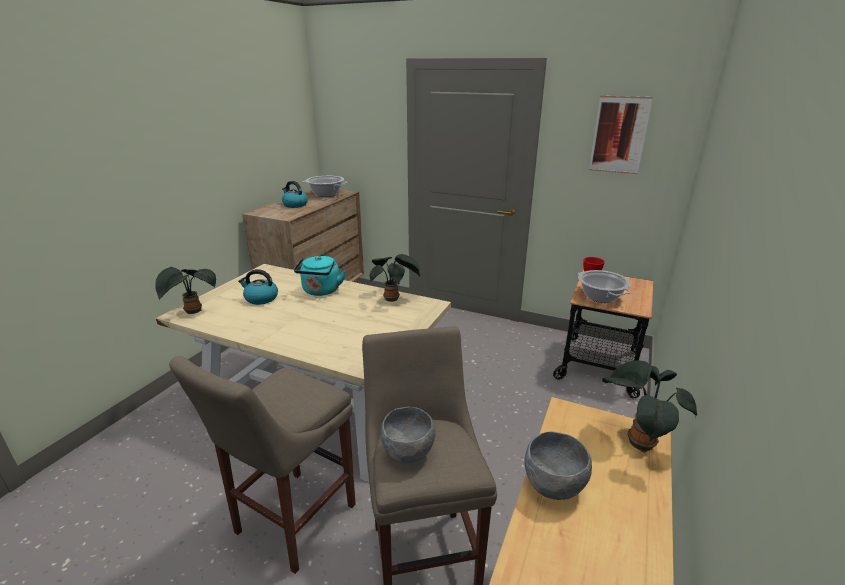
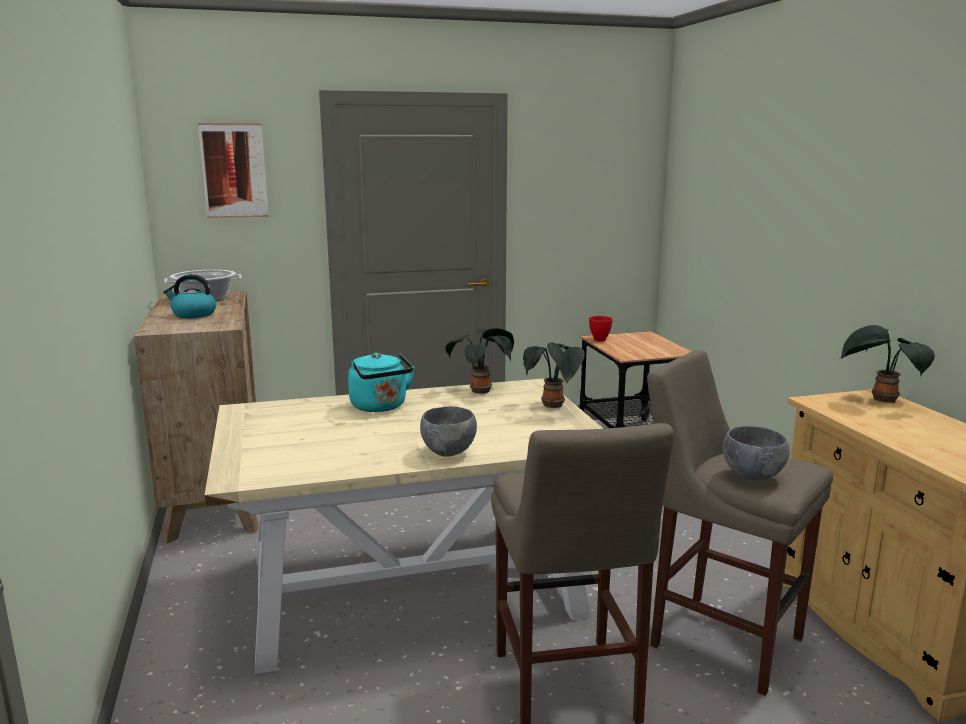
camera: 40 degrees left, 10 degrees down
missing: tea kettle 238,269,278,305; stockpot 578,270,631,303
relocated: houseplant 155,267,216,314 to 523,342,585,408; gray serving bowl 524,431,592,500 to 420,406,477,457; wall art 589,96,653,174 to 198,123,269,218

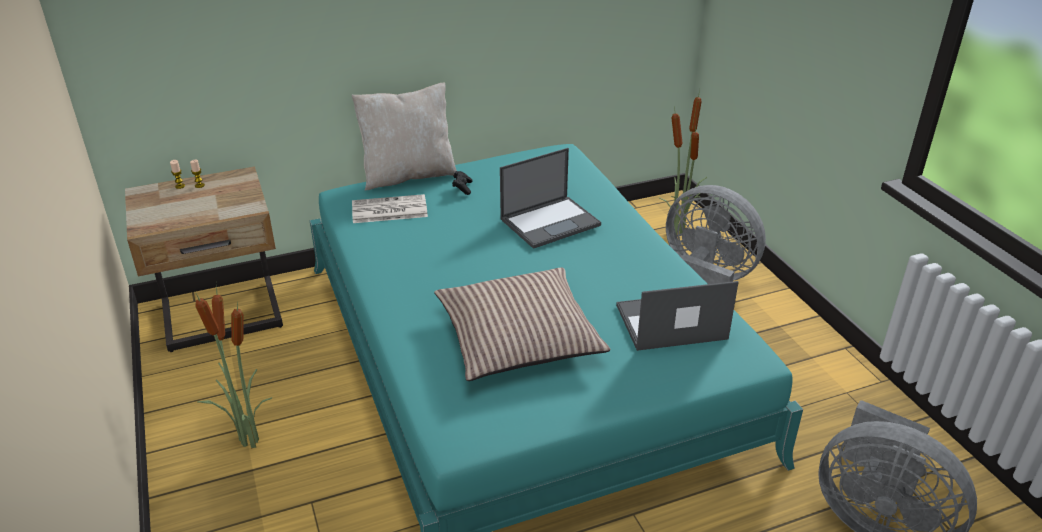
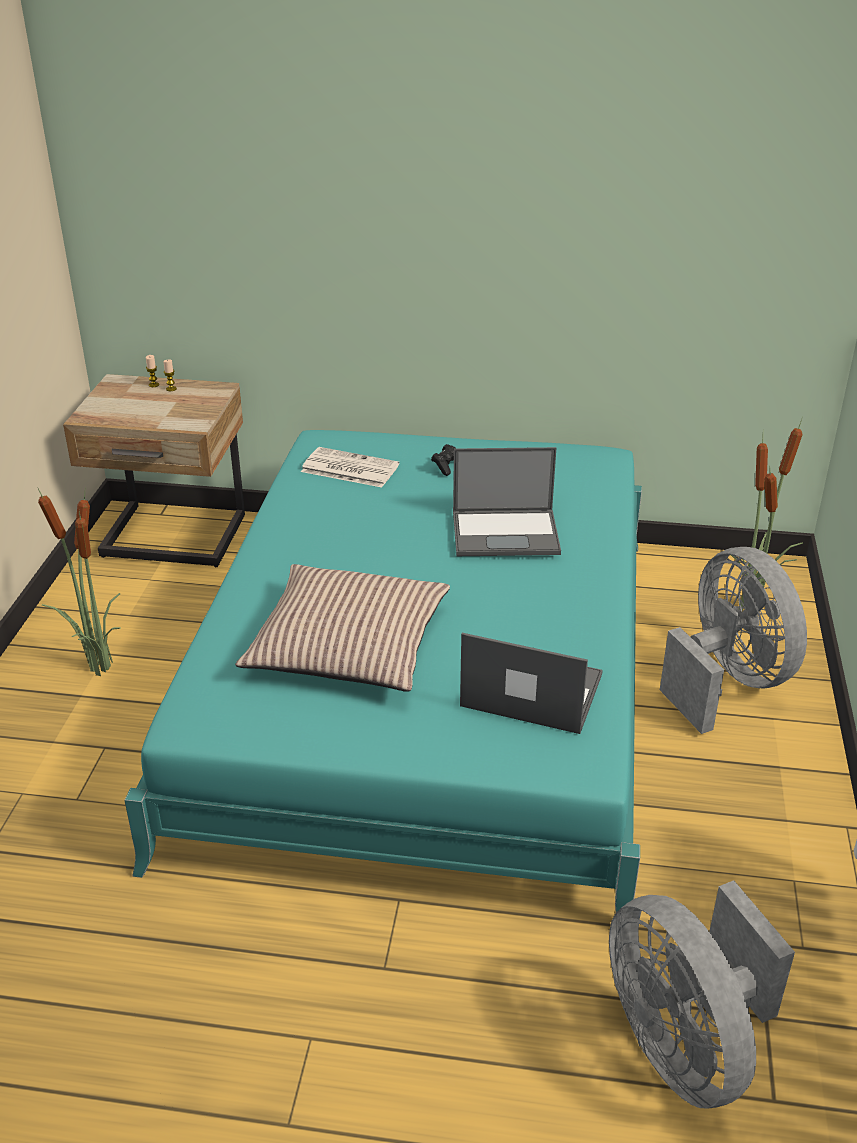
camera: 30 degrees right, 0 degrees up
missing: sand-coloured throw pillow 352,83,457,191

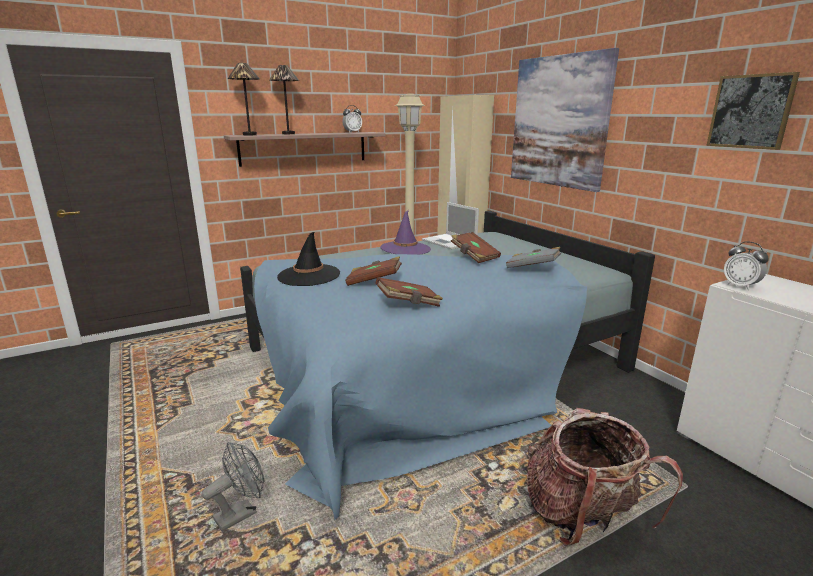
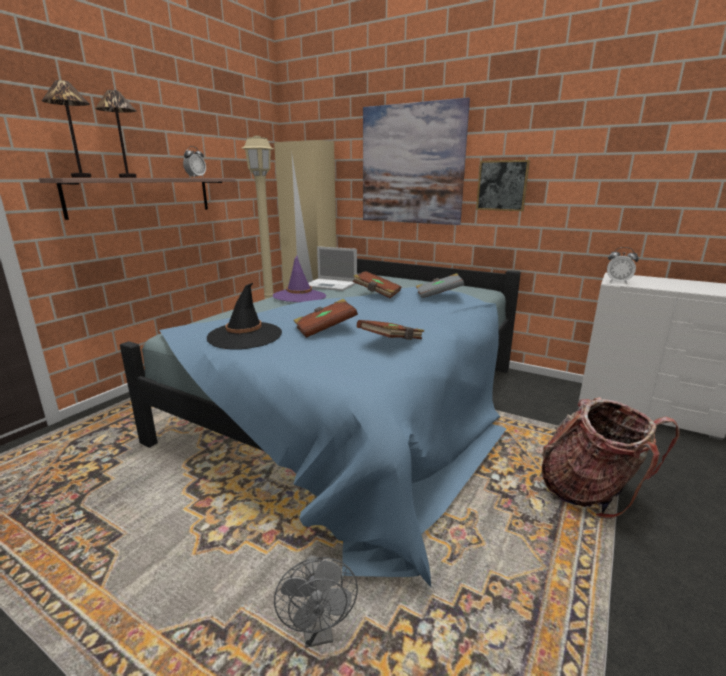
camera: 30 degrees left, 0 degrees up
relocated: wall art 706,72,800,150 to 476,160,530,211
spun: gray electric fan 202,442,264,532 = 274,555,358,648 150 degrees clockwise

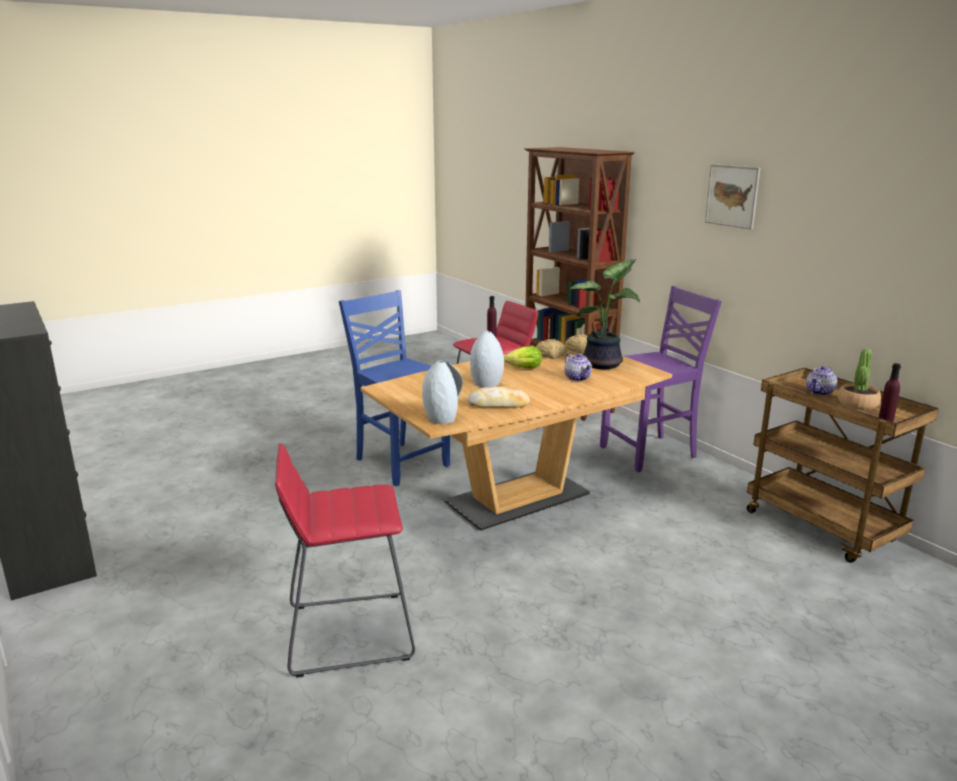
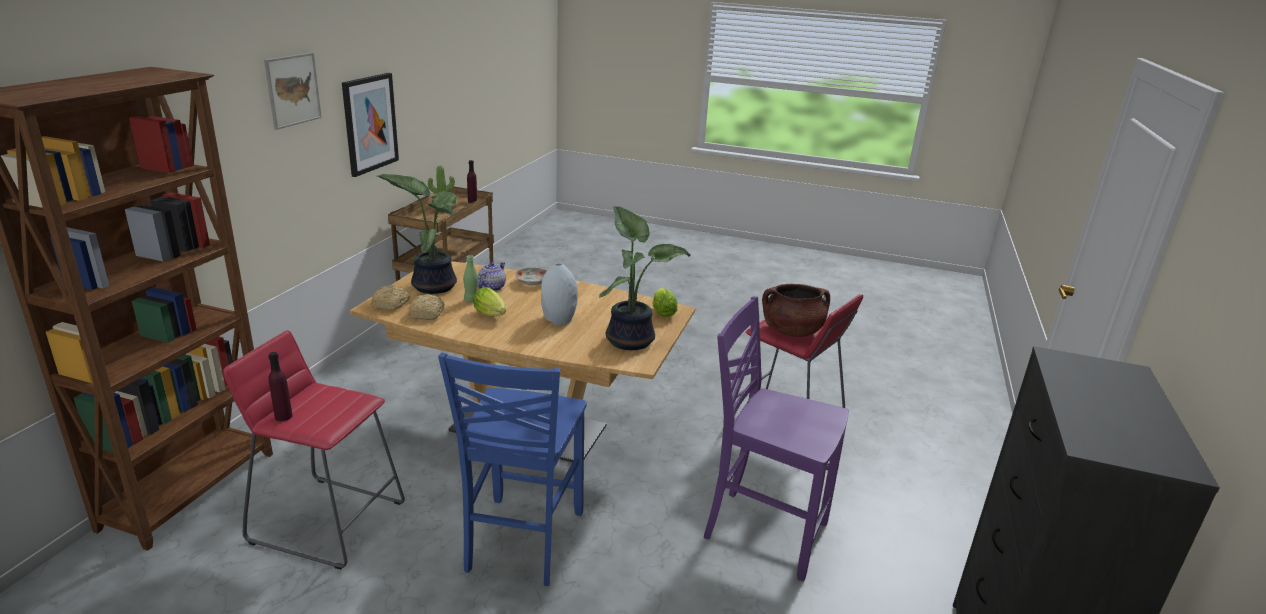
camera: 130 degrees left, 5 degrees up
missing: baked bread 467,386,530,408; teapot 806,366,837,396
appeared: wall art 342,73,399,177; green-coloured beverage bottle 463,255,478,302; plate 515,268,547,286; houseplant 599,207,691,350; brown-coloured stockpot 762,284,830,337
relocated: purple-coloured upright chair 600,286,722,472 to 704,296,849,581
exchanged: gray flower vase 422,360,463,424 to lettuce head 653,288,677,317

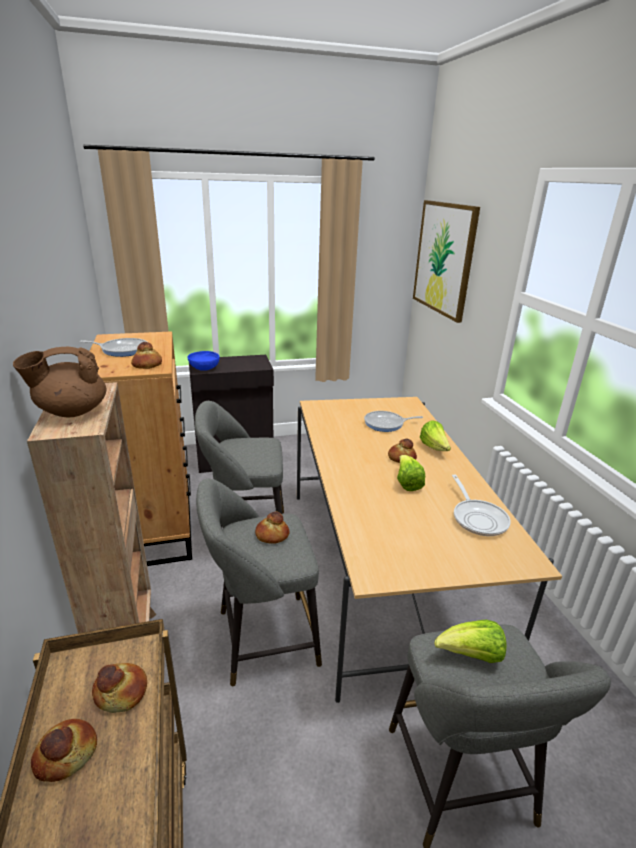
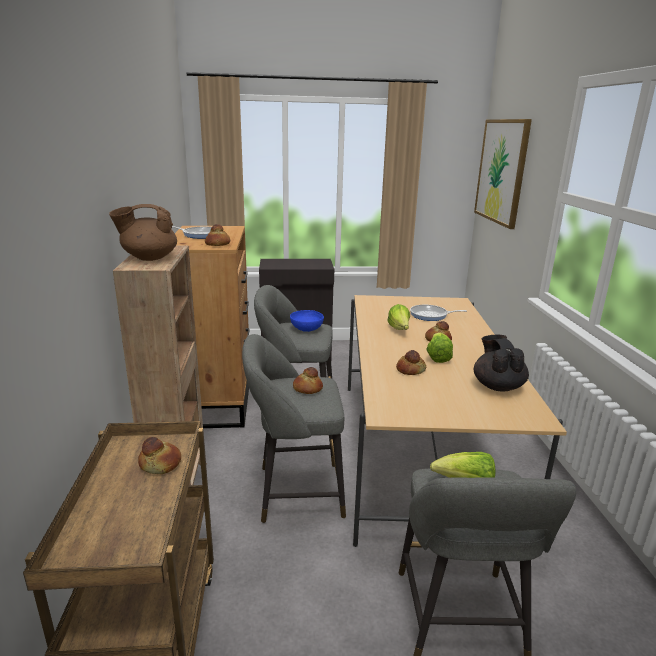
camera: 10 degrees right, 5 degrees down
relocated: baked bread 31,719,97,782 to 396,350,426,375; blue-coloured serving bowl 187,351,220,371 to 290,310,324,332; lettuce head 420,420,451,451 to 388,304,410,330
exchanged: skillet 452,474,511,536 to black-coloured teapot 474,335,529,391

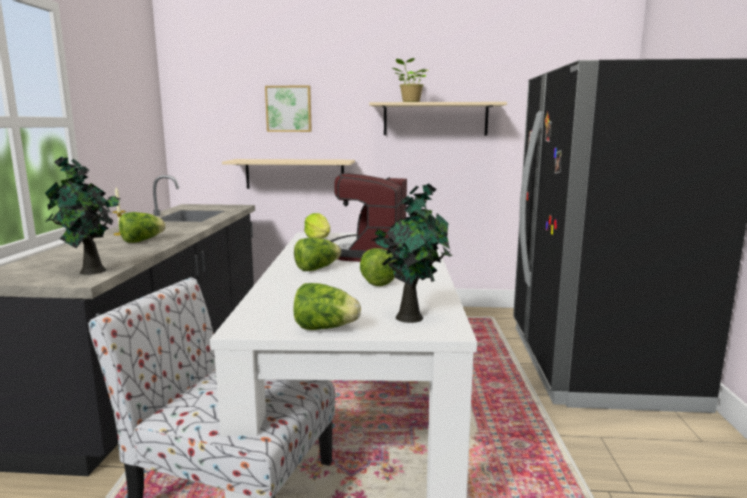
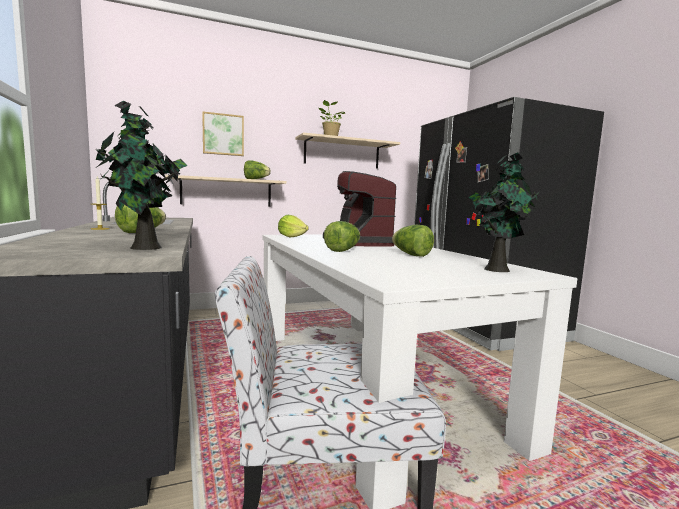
camera: 25 degrees left, 5 degrees down
relocated: lettuce head 293,283,361,330 to 244,160,271,179

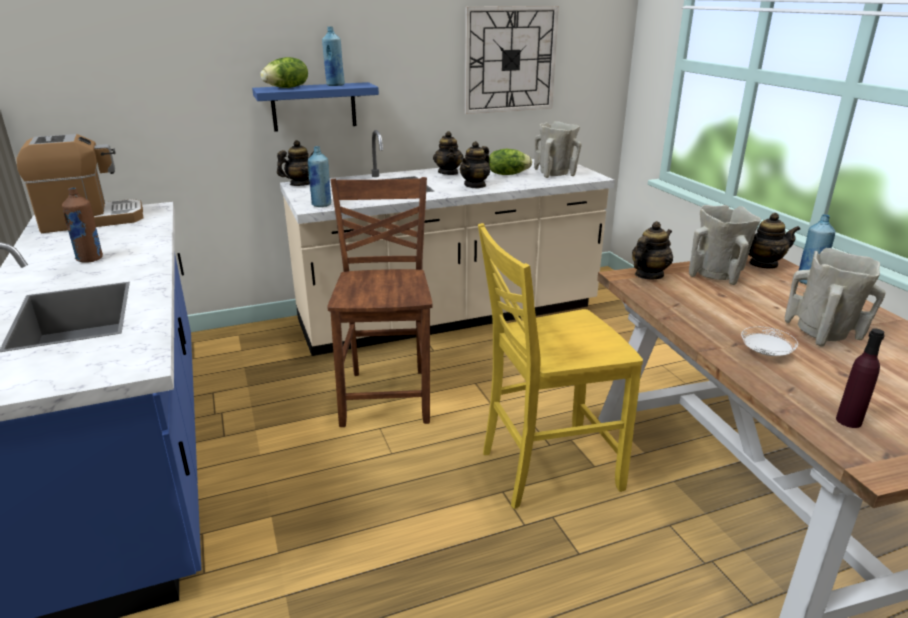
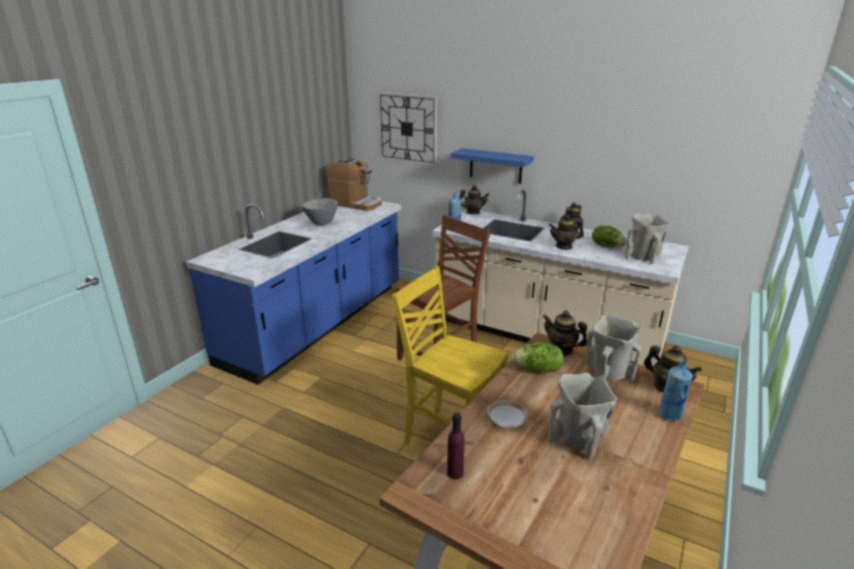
camera: 50 degrees right, 0 degrees up
missing: blue-coloured beverage bottle 322,27,345,86
relocated: lettuce head 260,57,308,88 to 512,343,563,372; hanging clock 465,6,559,114 to 377,92,437,166
exchanged: brown-coloured beverage bottle 62,187,103,263 to gray serving bowl 301,198,338,225
spun: teapot 632,221,673,280 = 542,310,587,356 150 degrees counterclockwise

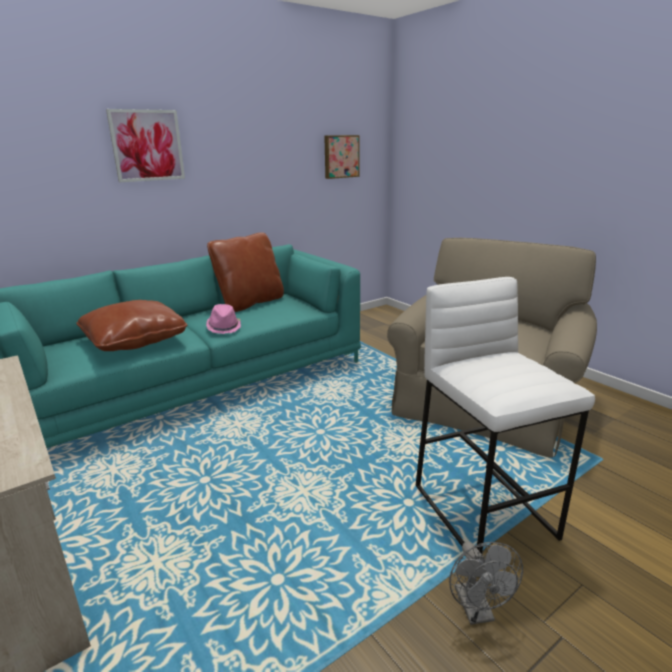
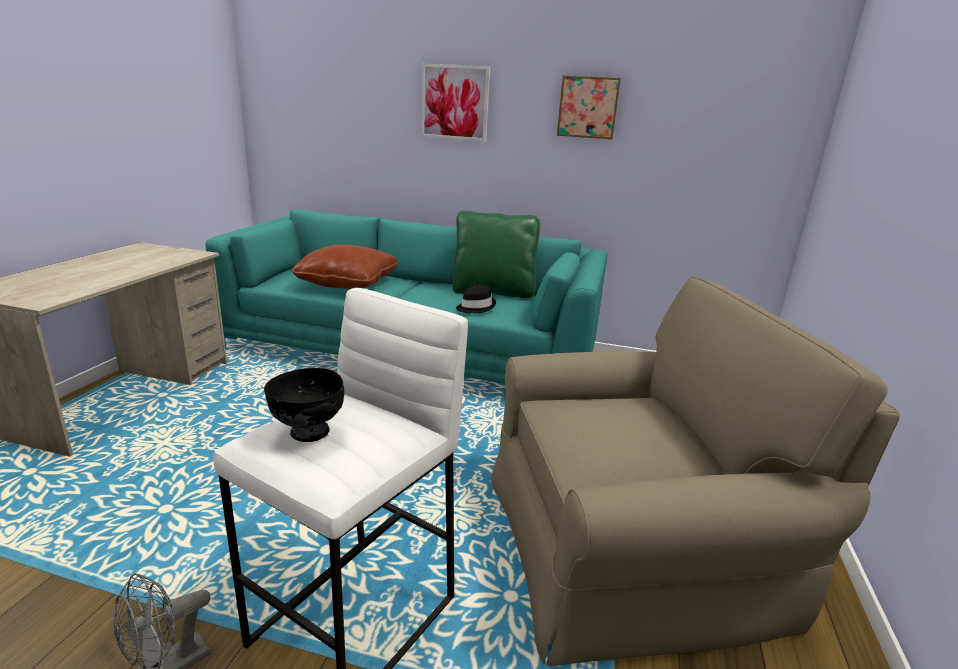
camera: 50 degrees right, 0 degrees up
missing: pink clothing hat 206,304,241,334
appeared: black-coloured serving bowl 264,368,344,442; black-coloured clothing hat 456,285,496,314
relocated: wall art 324,135,360,179 to 557,75,621,139
colour: brown-coloured throw pillow 207,232,284,312 to green-coloured throw pillow 452,210,540,298

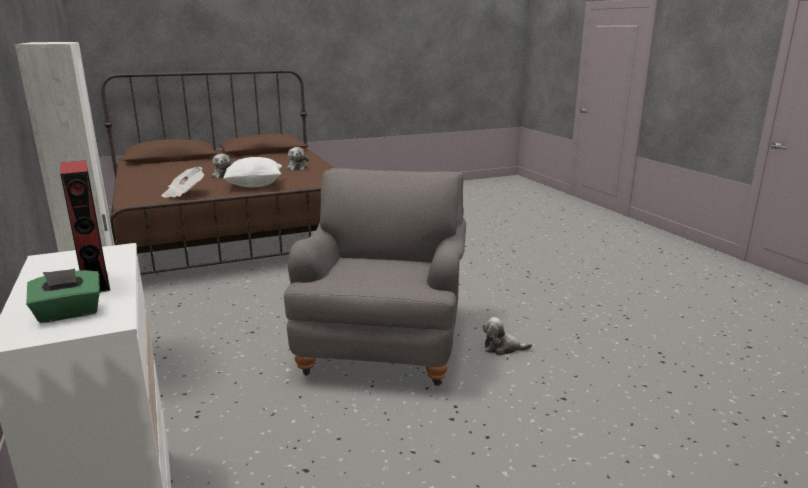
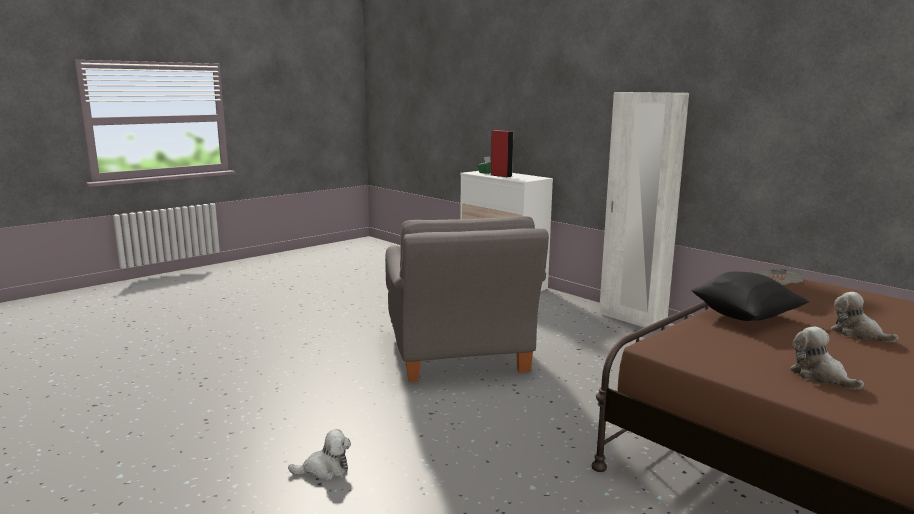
camera: 160 degrees right, 5 degrees down
relocated: soft toy 482,317,532,355 to 288,429,351,481
colour: white-coloured throw pillow 223,157,282,187 to black-coloured throw pillow 691,271,809,321

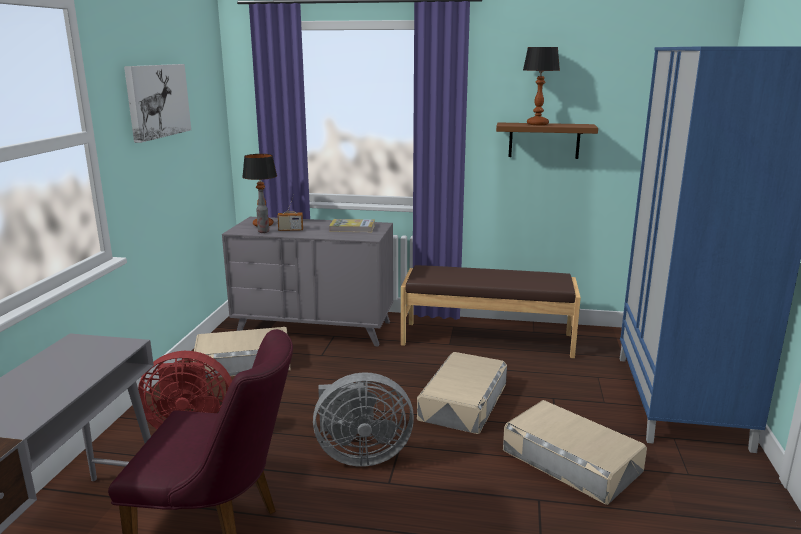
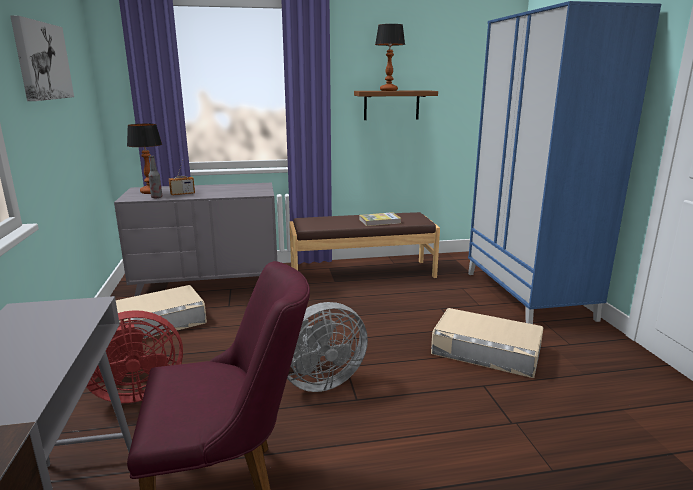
camera: 20 degrees left, 0 degrees up
missing: sand-coloured storage bin 417,352,507,434
relocated: book 329,219,375,232 to 359,212,402,226

